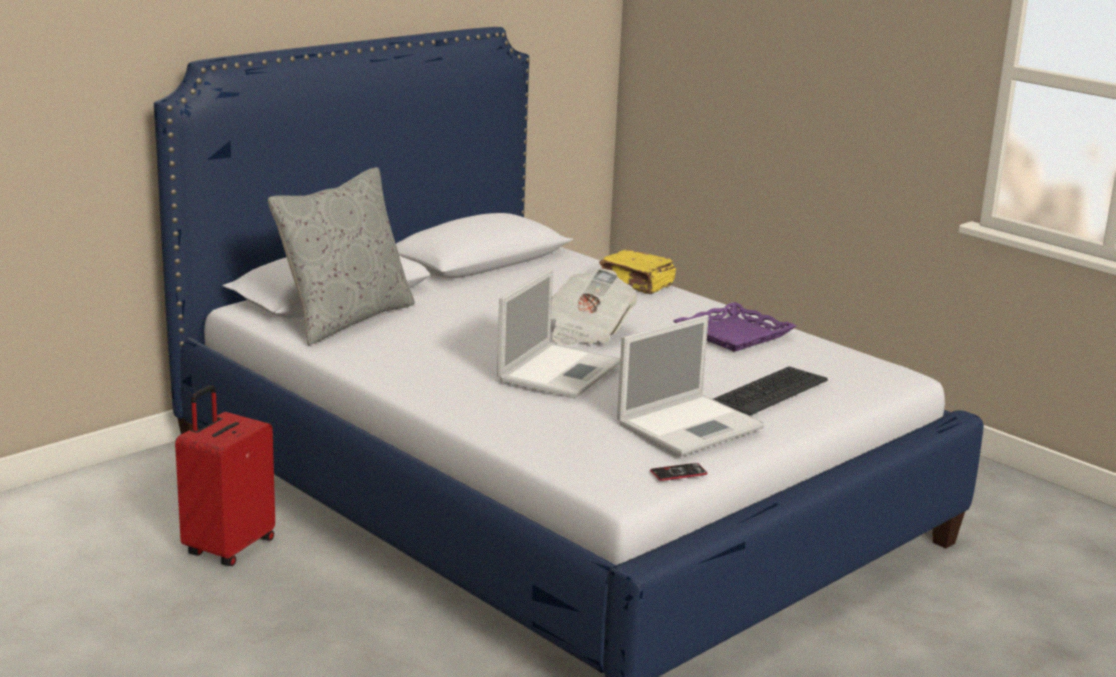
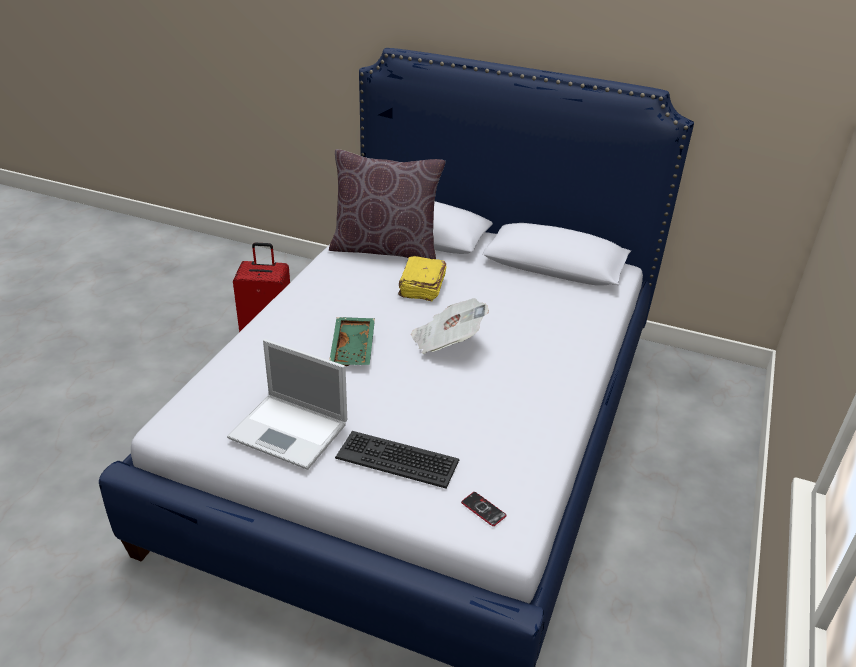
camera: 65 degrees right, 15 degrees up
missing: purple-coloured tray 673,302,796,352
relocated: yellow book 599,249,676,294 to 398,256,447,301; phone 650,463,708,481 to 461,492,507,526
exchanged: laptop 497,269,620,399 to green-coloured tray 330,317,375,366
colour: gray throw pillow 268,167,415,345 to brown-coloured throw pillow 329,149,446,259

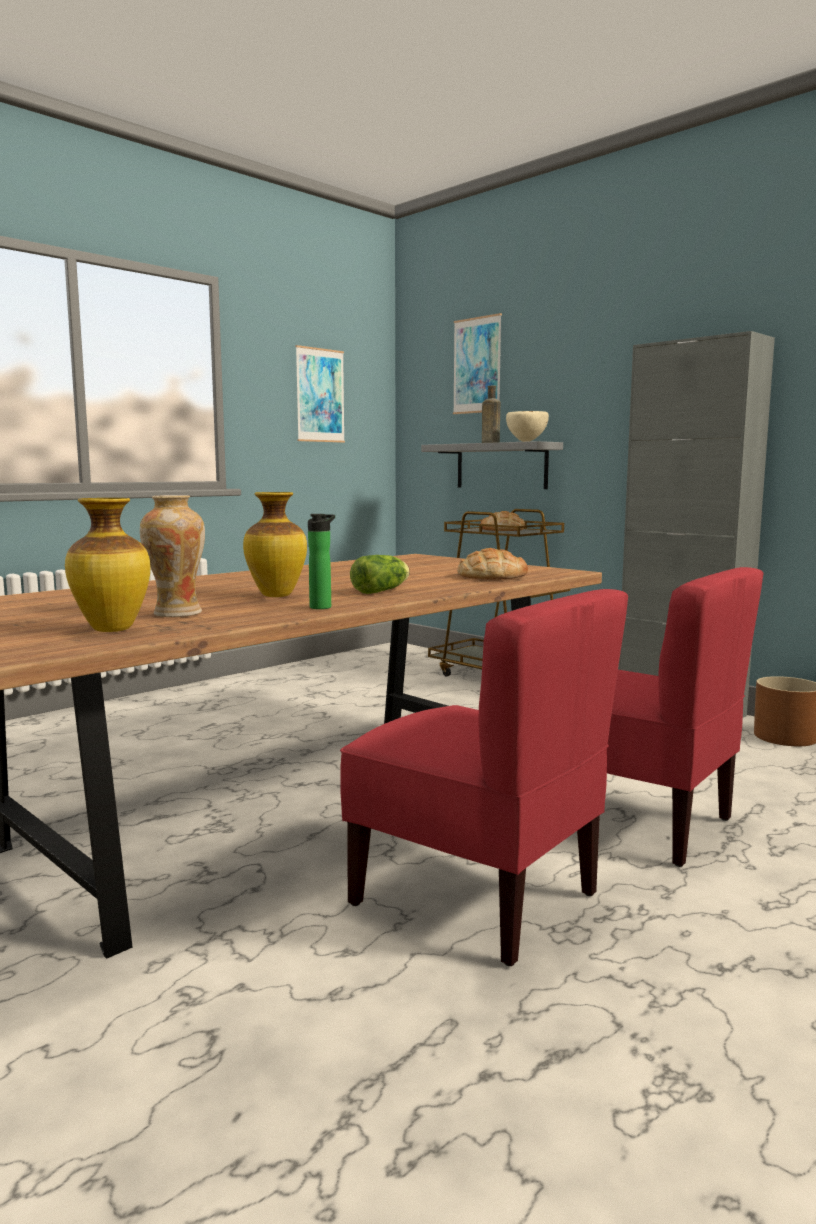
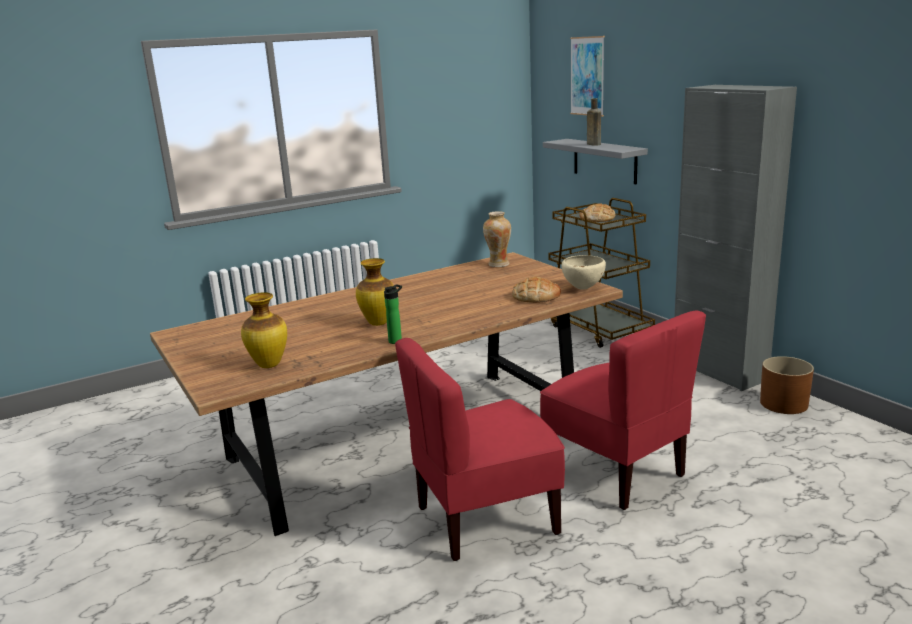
camera: 15 degrees right, 10 degrees up
missing: wall art 295,345,345,443; lettuce head 350,555,410,594
relocated: flower vase 140,495,205,617 to 483,211,511,267; sand-coloured serving bowl 506,411,549,442 to 561,255,606,290
spun: red-coloured upright chair 340,589,628,966 = 395,338,565,561 105 degrees clockwise

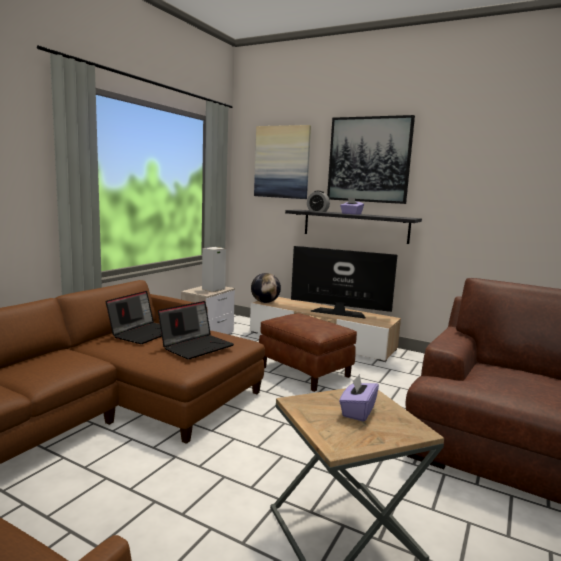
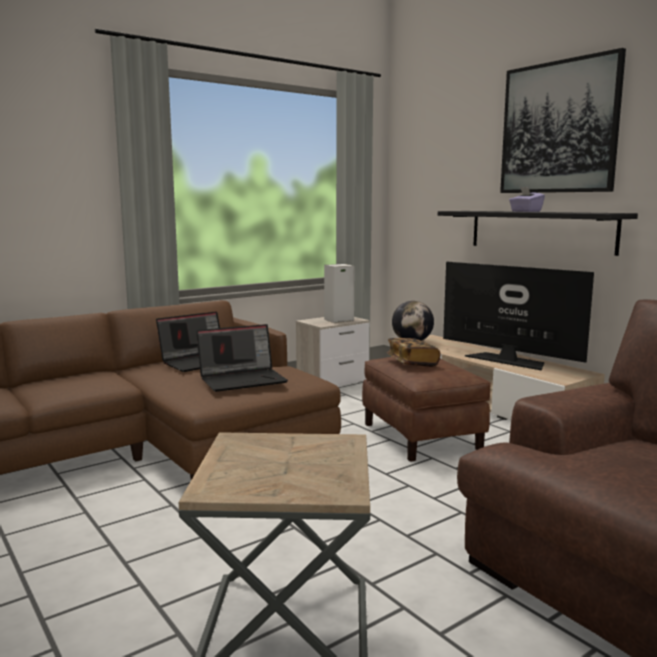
camera: 25 degrees right, 0 degrees up
missing: wall art 254,125,311,199; alarm clock 307,191,330,212; purple-coloured tissue holder 339,374,379,422
appeared: book 387,338,440,367

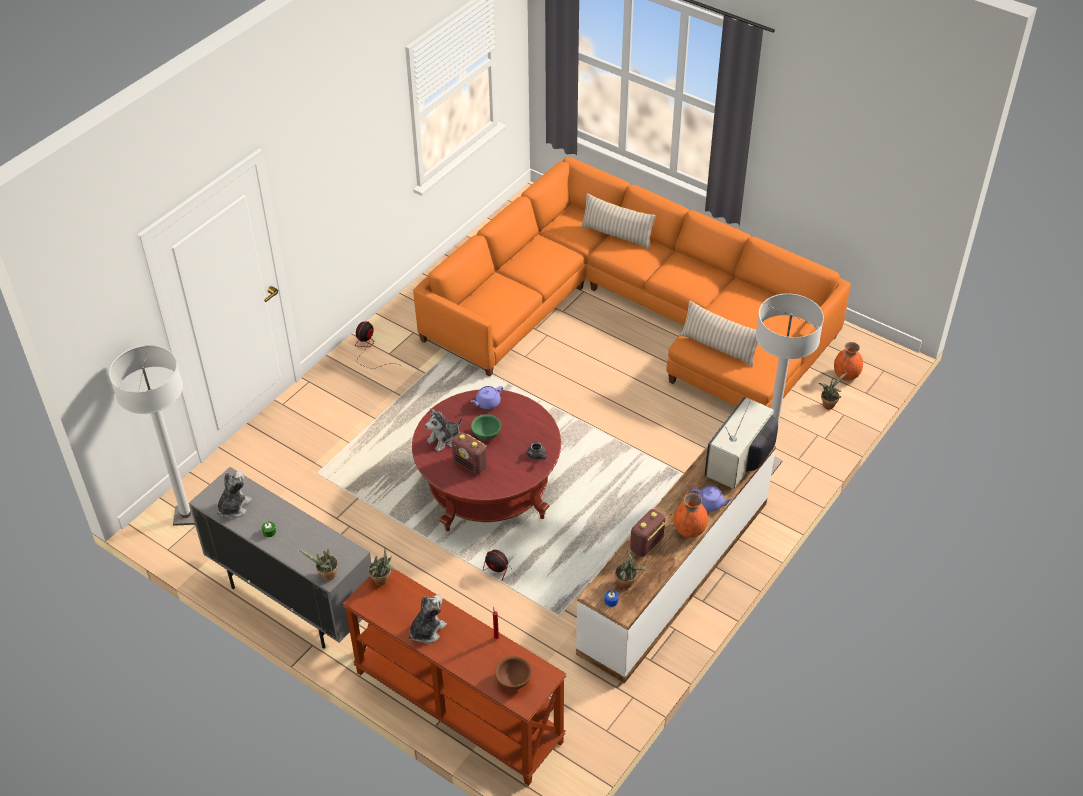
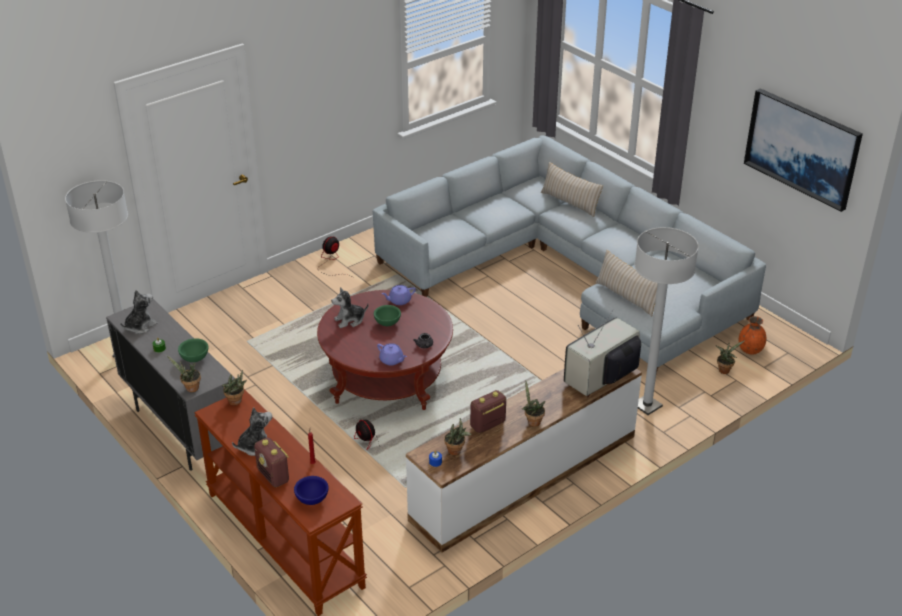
camera: 15 degrees right, 10 degrees down
appeared: green-coloured serving bowl 178,338,208,362; wall art 744,88,863,212
relocated: radio receiver 452,432,487,475 to 254,437,289,487; purple-coloured teapot 691,486,733,511 to 377,343,407,365
exchanged: orangey flower vase 674,493,708,538 to houseplant 522,381,546,427
colour: orangey sofa 413,157,851,408 to gray sofa 373,136,766,373; brown-coloured serving bowl 495,656,532,690 to blue-coloured serving bowl 294,476,329,505

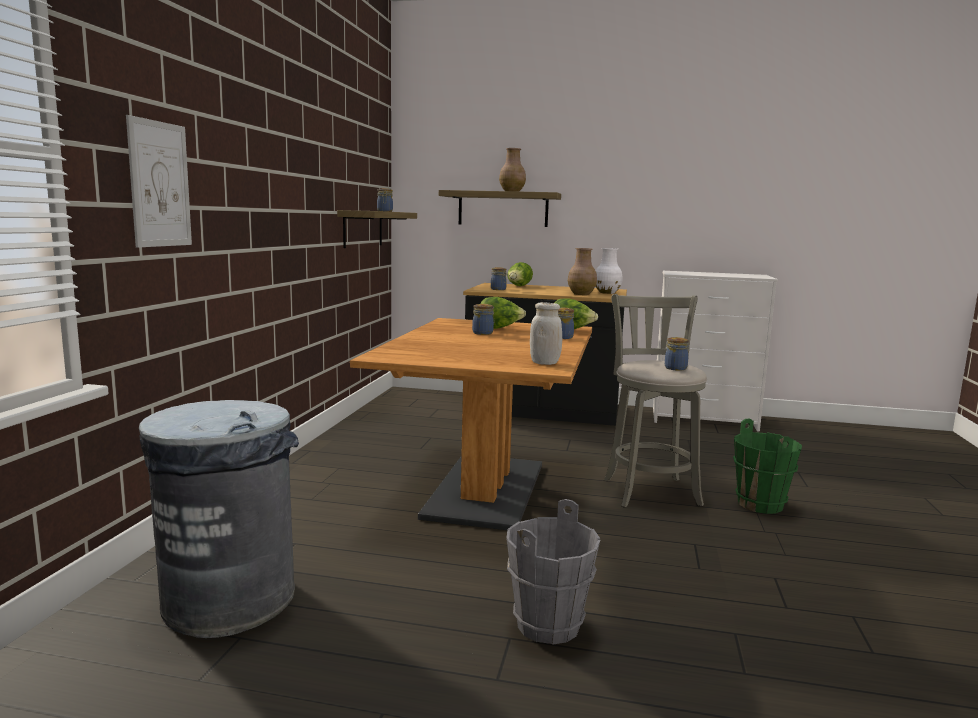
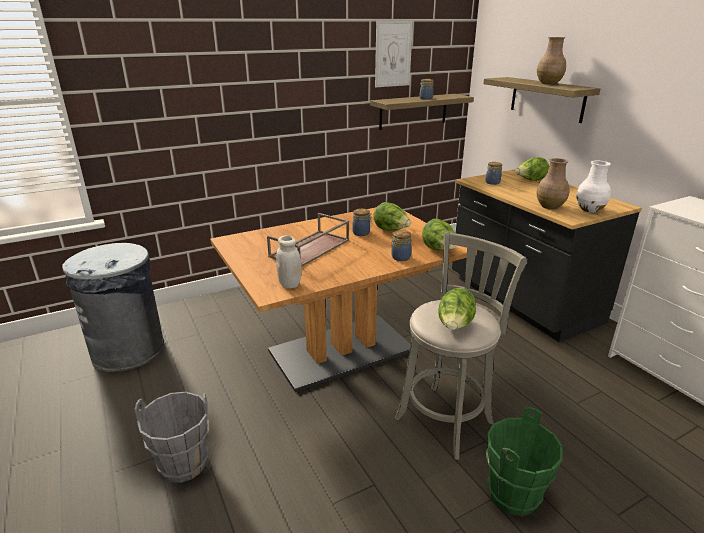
camera: 50 degrees right, 15 degrees up
appeared: brown-coloured tray 267,213,349,267
relocated: wall art 126,115,192,247 to 375,20,413,87
exchanged: preserve jar 665,337,689,371 to lettuce head 438,288,476,330

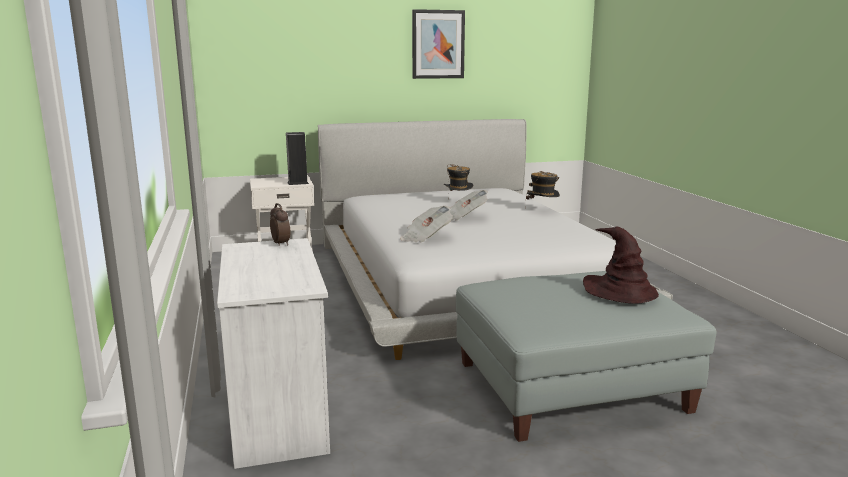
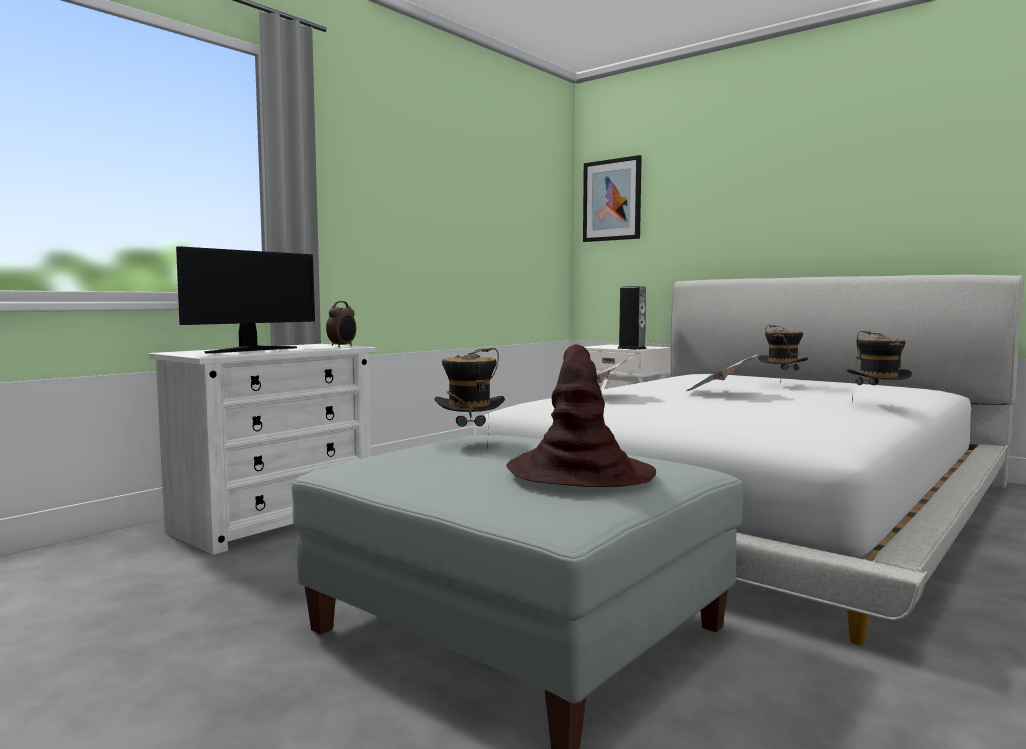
camera: 55 degrees right, 10 degrees down
appeared: computer screen 176,246,315,354; clothing hat 434,348,505,450
relocated: wall art 412,9,465,79 to 583,155,642,242

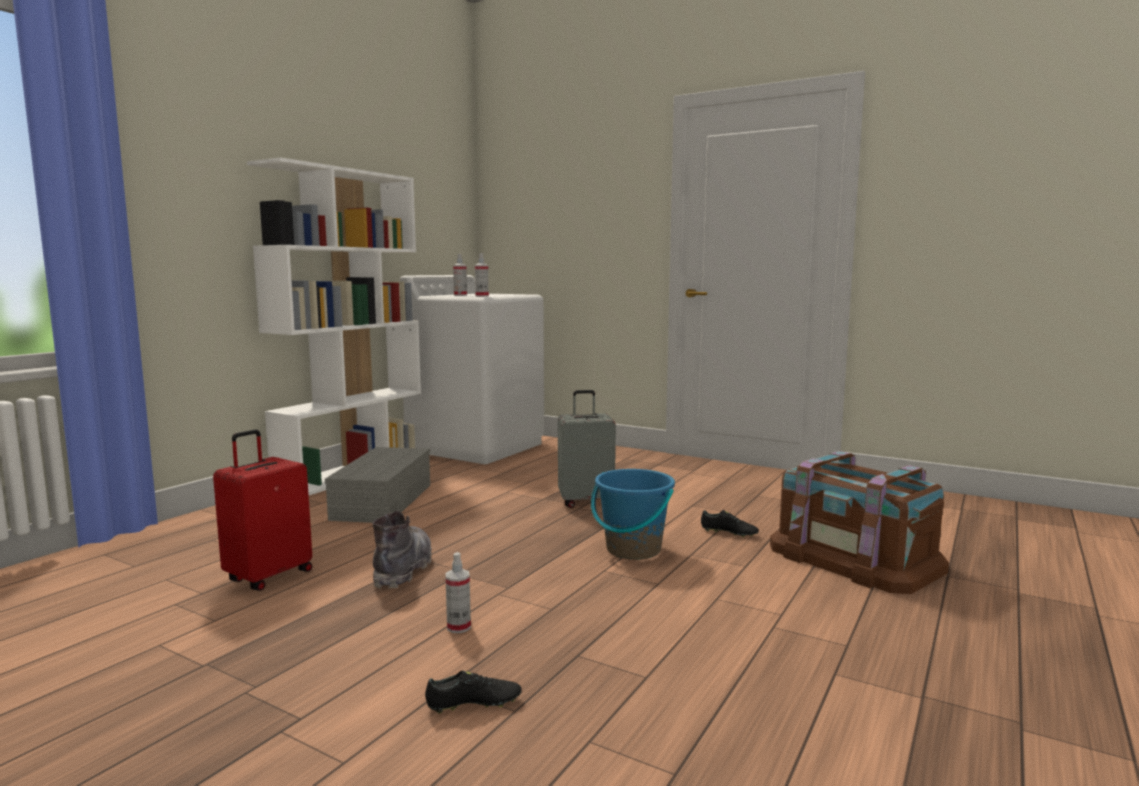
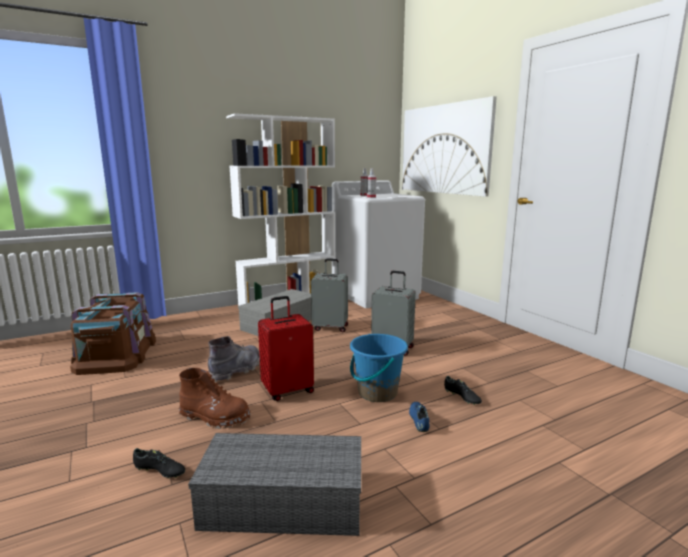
camera: 30 degrees right, 5 degrees up
appeared: gray storage bin 188,433,361,536; gray piece of luggage 311,258,348,332; wall art 402,96,497,197; blue-coloured low shoe 409,402,430,432
relocated: red-coloured piece of luggage 213,429,312,591 to 258,296,314,401; brown-coloured storage bin 770,451,949,594 to 70,292,156,375
exchanged: spray bottle 445,552,471,633 to brown-coloured high-top boot 179,368,251,429

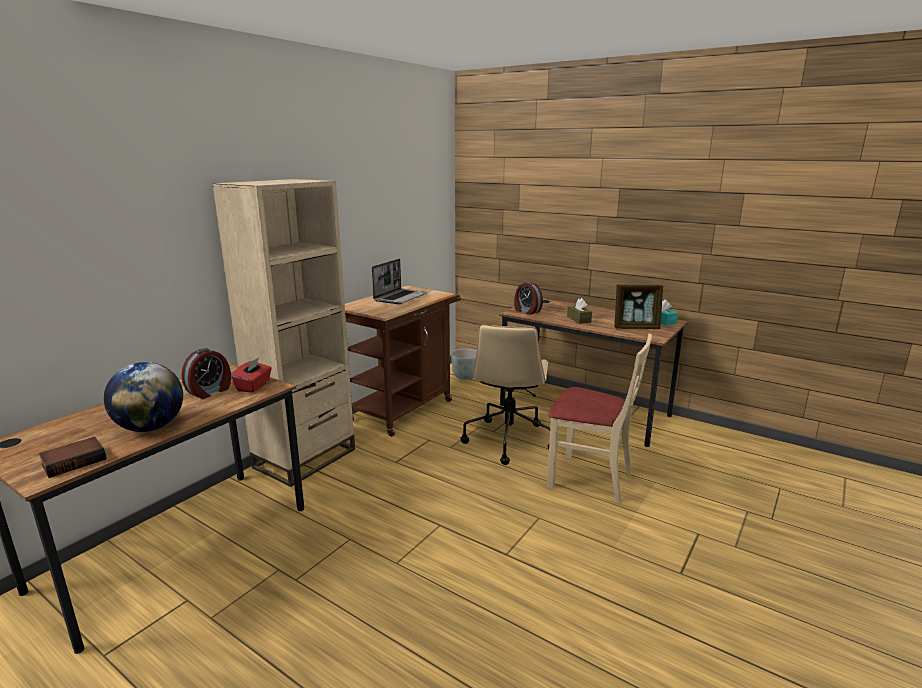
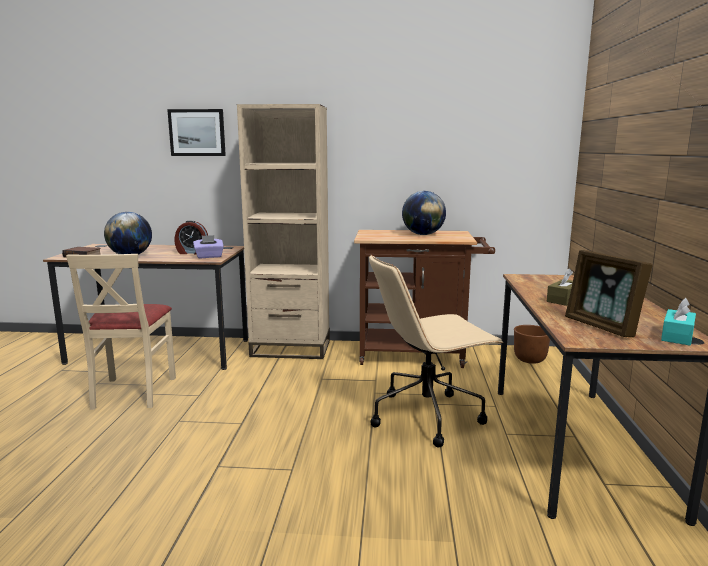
camera: 60 degrees right, 5 degrees down
missing: alarm clock 514,282,543,315
appeared: wall art 167,109,226,156
relocated: sand-coloured upright chair 547,334,652,503 to 66,254,176,410
exchanged: laptop 372,259,427,304 to desk globe 402,191,446,235
colour: red-coloured tissue holder 231,357,272,393 to purple-coloured tissue holder 193,235,224,258; gray planter 451,349,477,380 to brown-coloured planter 514,325,550,364

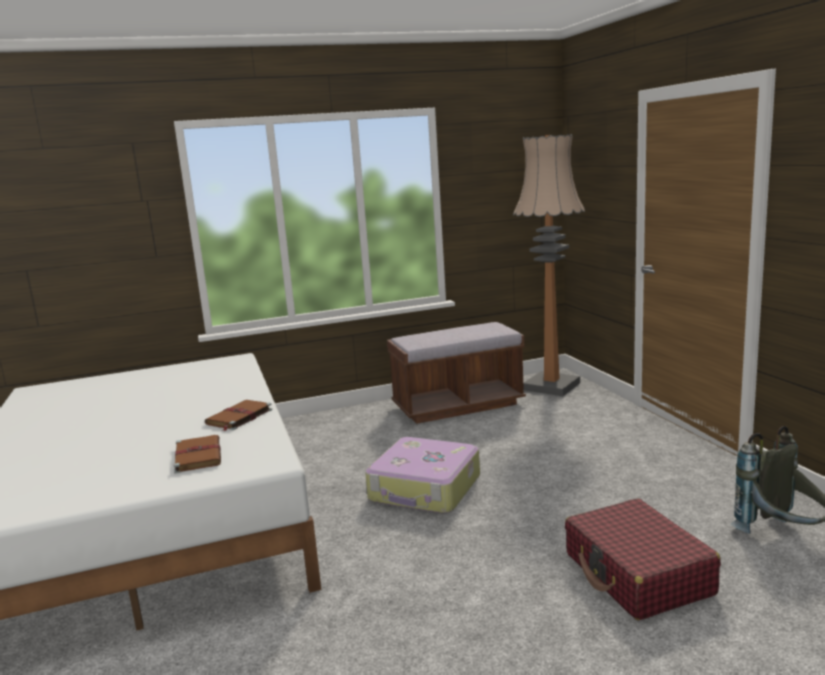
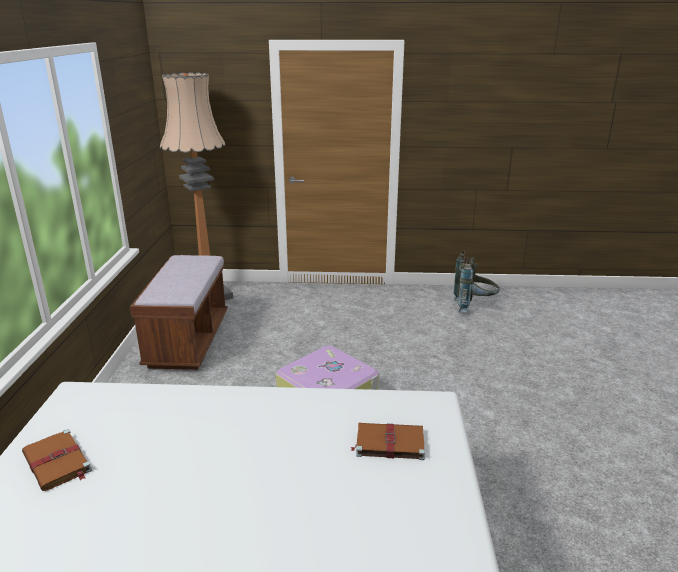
camera: 70 degrees left, 10 degrees up
missing: red-coloured piece of luggage 565,498,721,620
relocated: brown-coloured book 205,400,272,431 to 22,429,92,491

